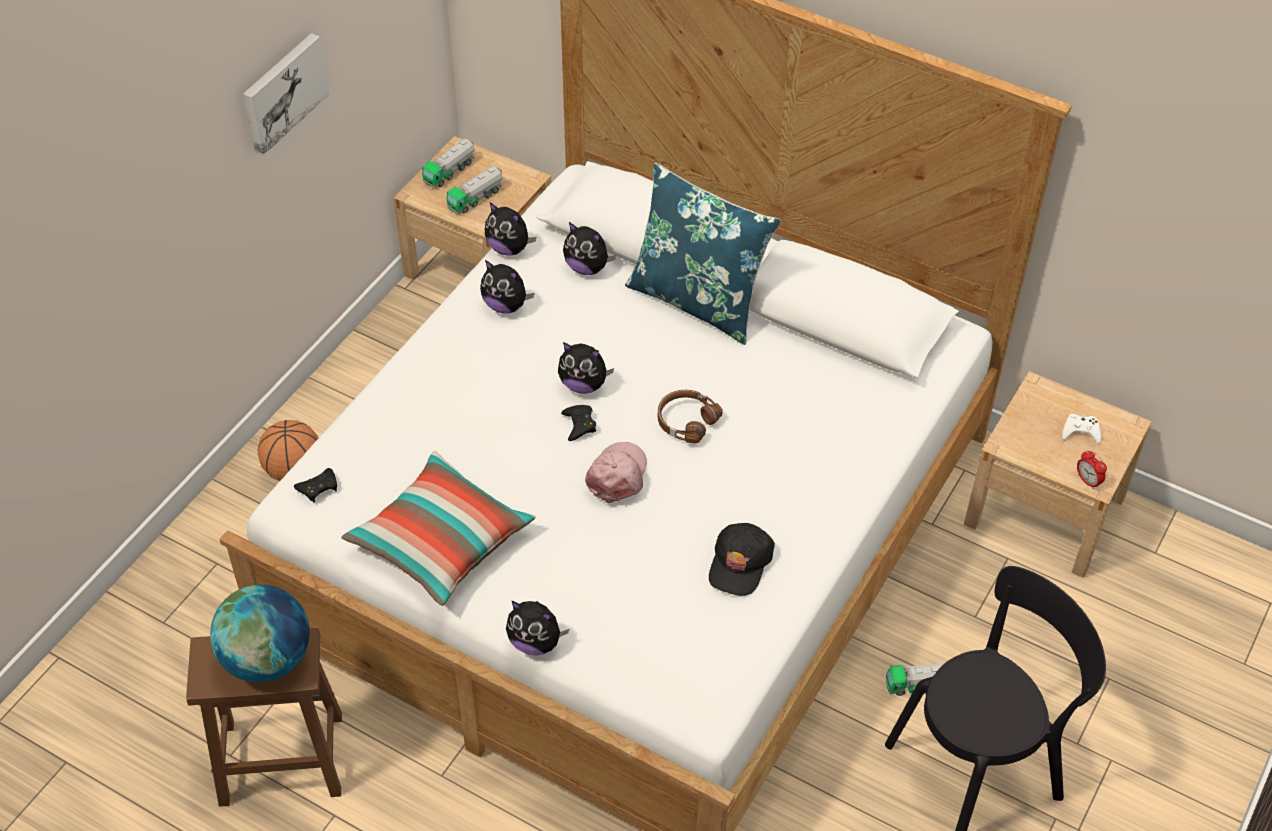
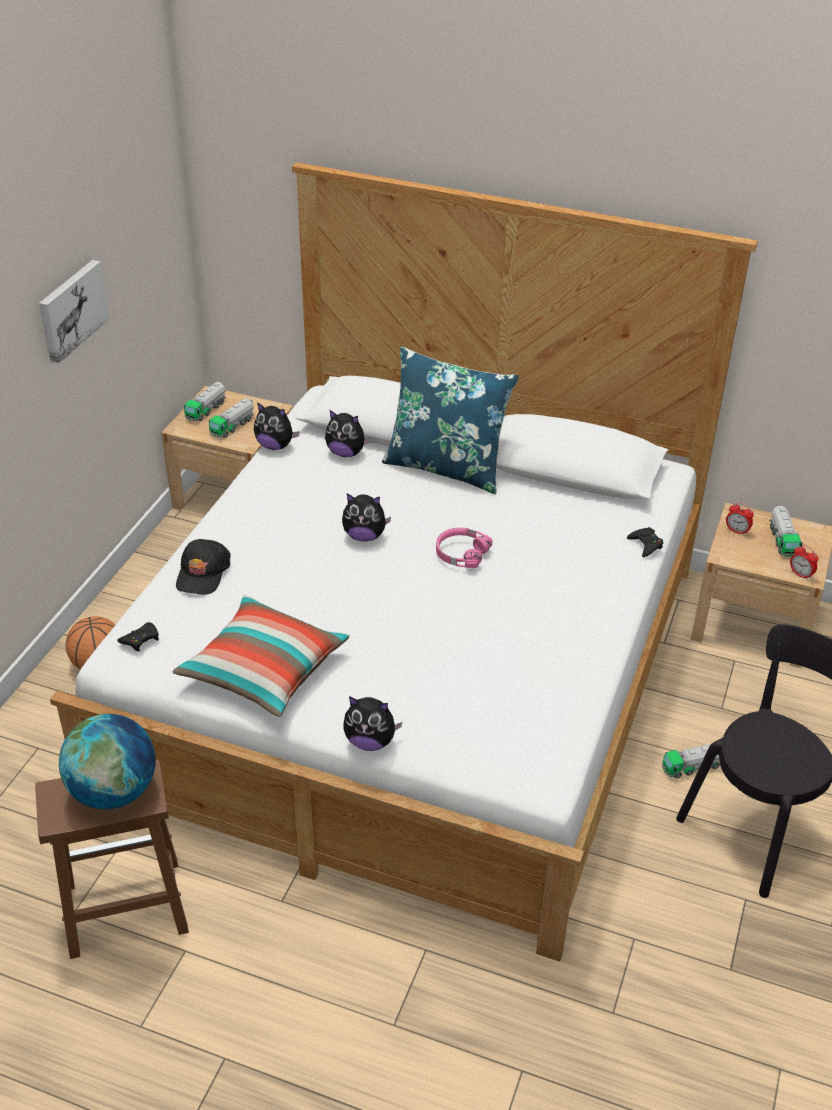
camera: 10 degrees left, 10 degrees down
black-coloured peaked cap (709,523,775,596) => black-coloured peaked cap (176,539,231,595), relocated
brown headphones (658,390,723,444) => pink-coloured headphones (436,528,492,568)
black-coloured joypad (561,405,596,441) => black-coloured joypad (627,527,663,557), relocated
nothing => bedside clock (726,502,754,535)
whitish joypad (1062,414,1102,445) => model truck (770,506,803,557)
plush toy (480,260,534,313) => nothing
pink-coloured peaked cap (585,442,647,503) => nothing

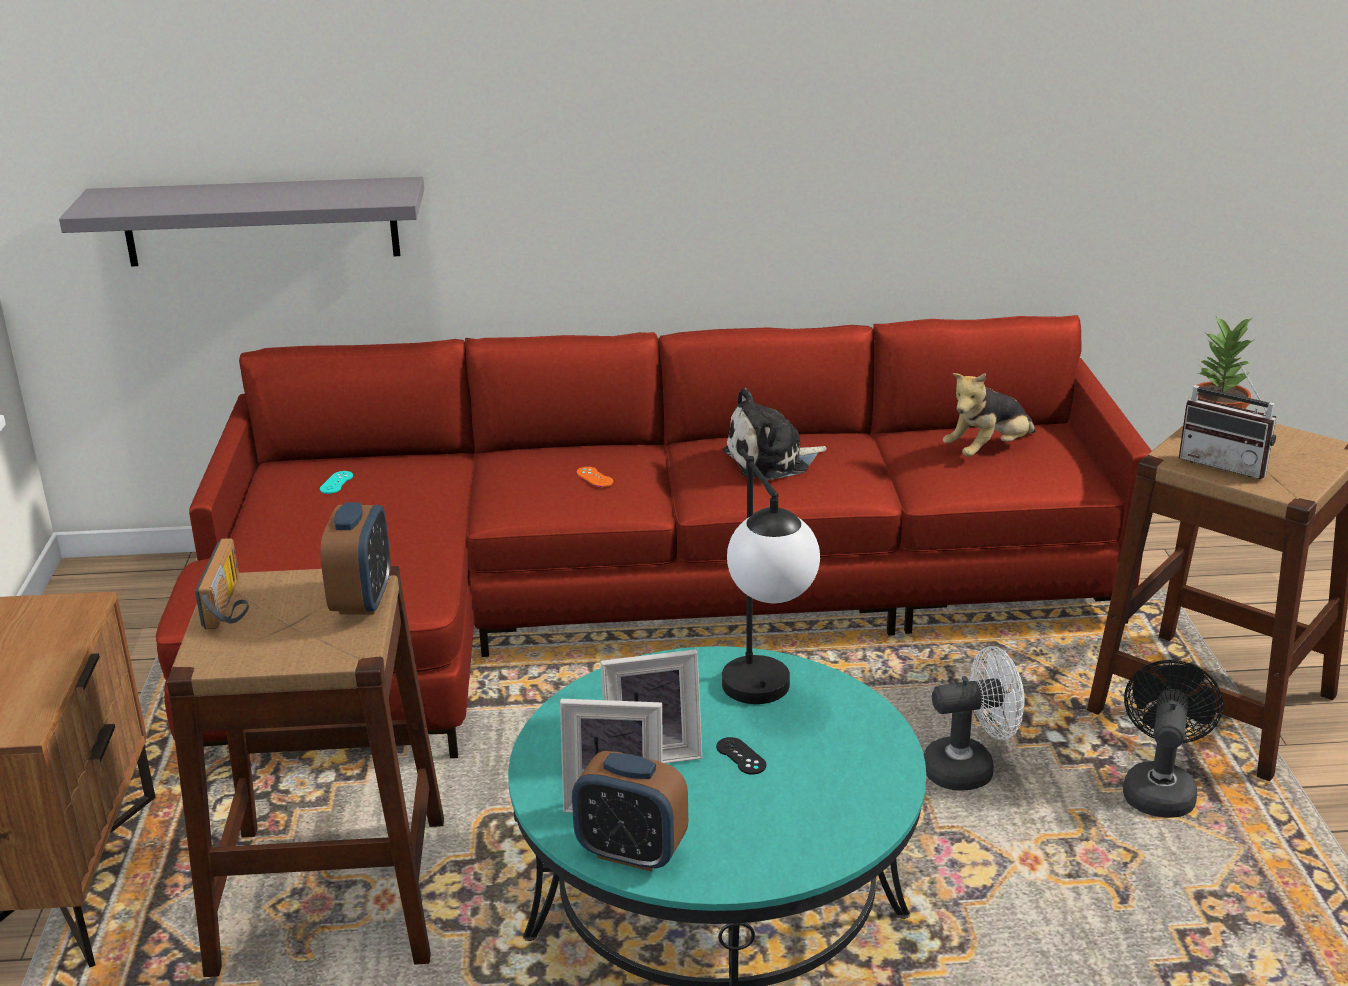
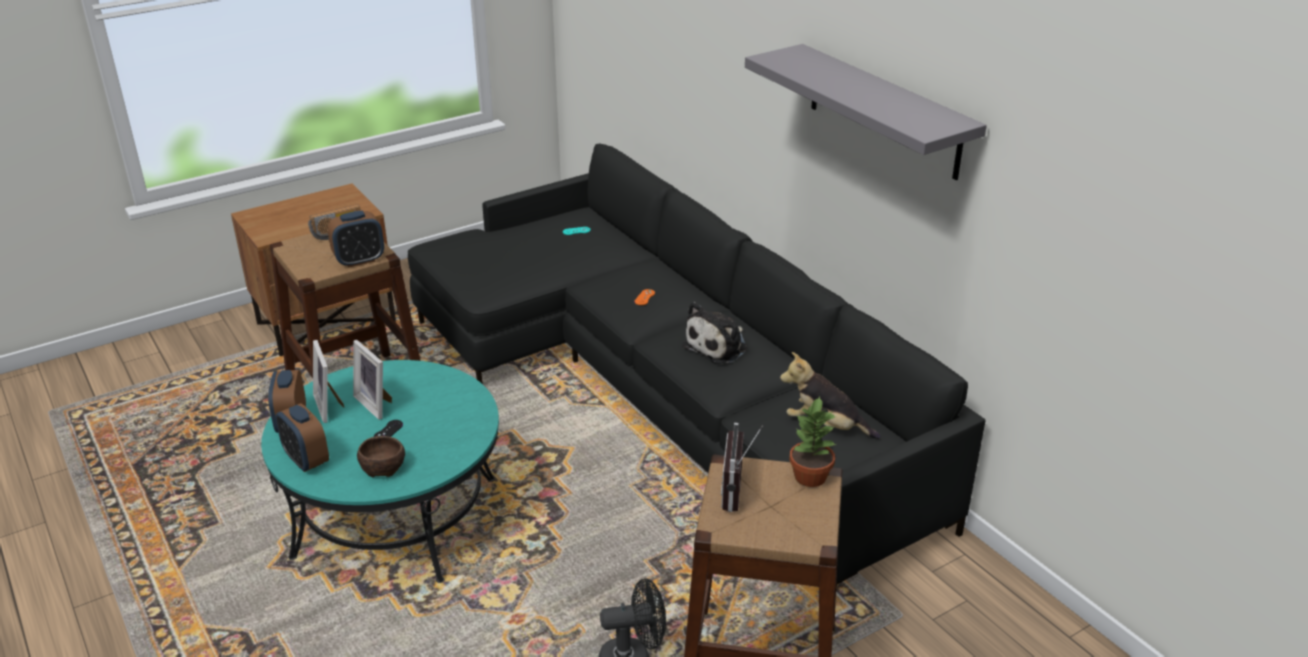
camera: 60 degrees right, 5 degrees up
nothing => bedside clock (276,403,329,472)
nothing => brown bowl (357,436,405,477)
red settee (156,315,1152,758) => black-coloured settee (408,143,986,589)
plush toy (723,388,827,480) => plush toy (682,302,748,364), 90 degrees counterclockwise
greyish wall shelf (59,177,424,267) => greyish wall shelf (745,44,987,180), relocated
lamp for a table (722,449,820,704) => nothing
whitish cooling fan (924,646,1025,791) => nothing

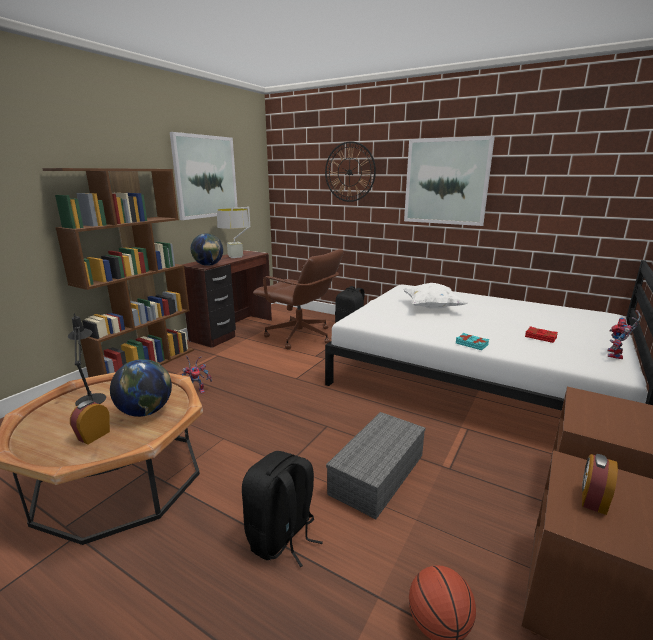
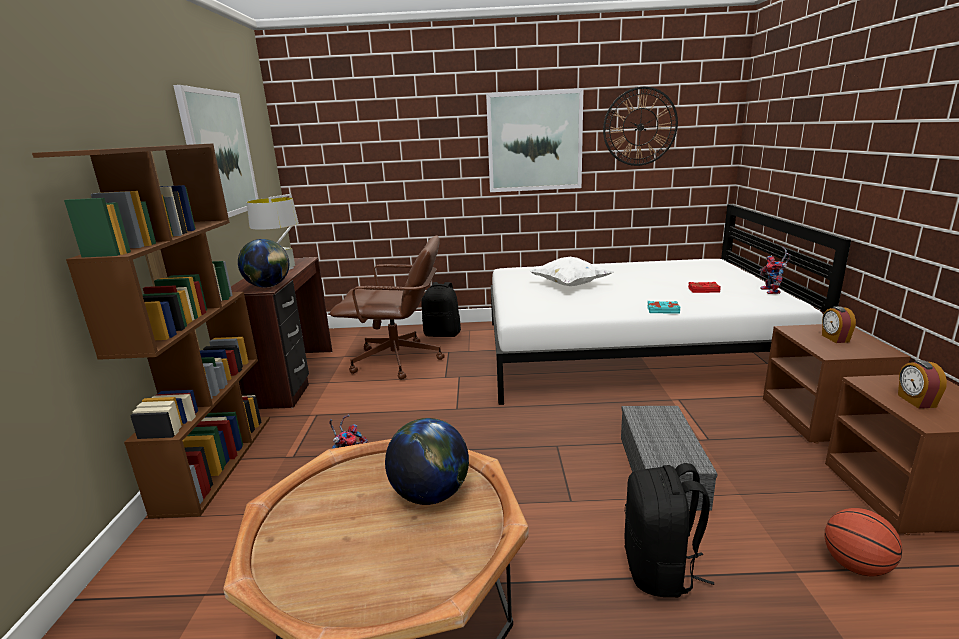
camera: 30 degrees left, 0 degrees up
wall clock (325,141,376,202) => wall clock (603,87,678,166), relocated
bedside clock (70,400,110,445) => bedside clock (822,306,856,343), relocated
black-coloured lamp for a table (68,313,106,406) => nothing

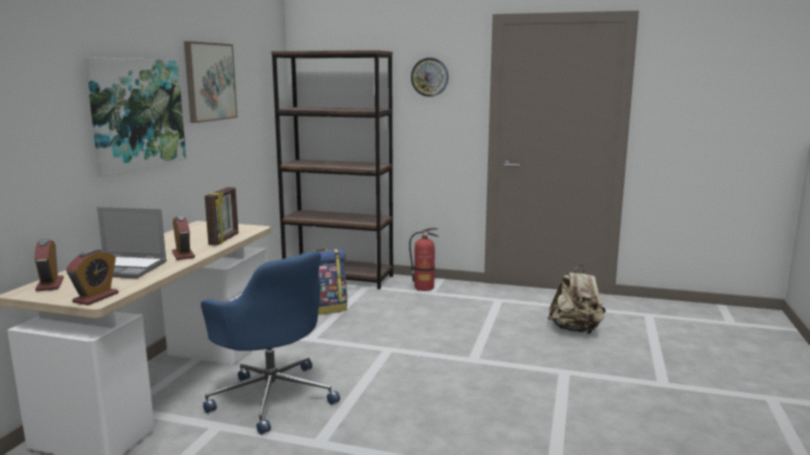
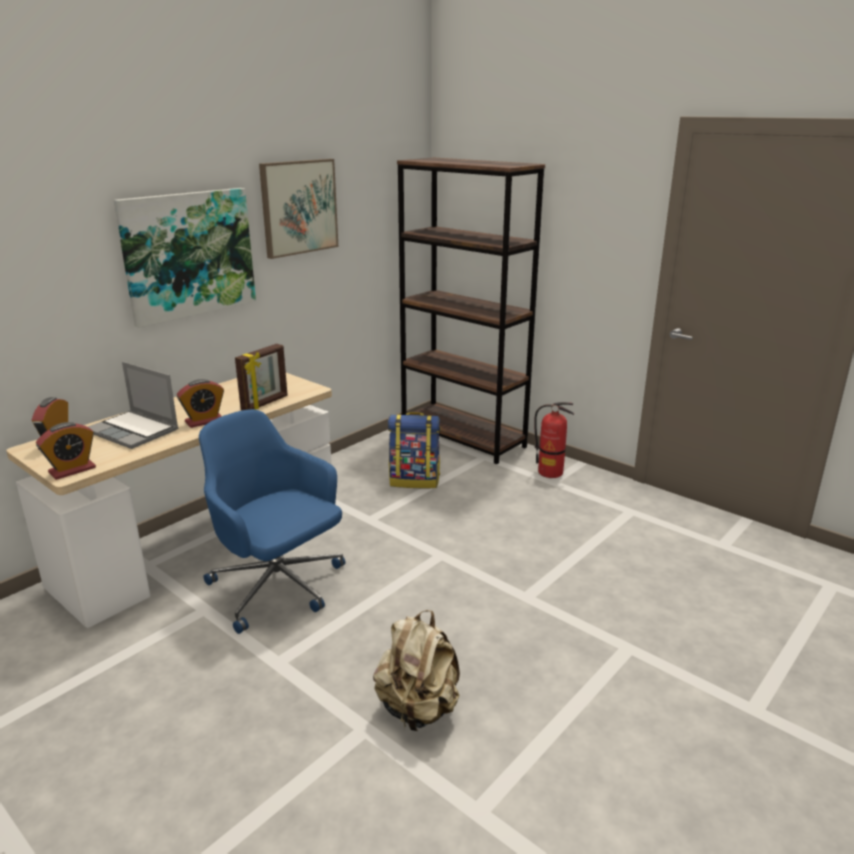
camera: 25 degrees right, 10 degrees up
bedside clock (172,215,195,260) => bedside clock (177,379,224,428), 60 degrees clockwise
blue computer chair (201,251,340,435) => blue computer chair (199,409,345,634), 150 degrees clockwise
beige knapsack (548,265,606,334) => beige knapsack (373,610,460,731), relocated
wall clock (411,58,449,97) => nothing

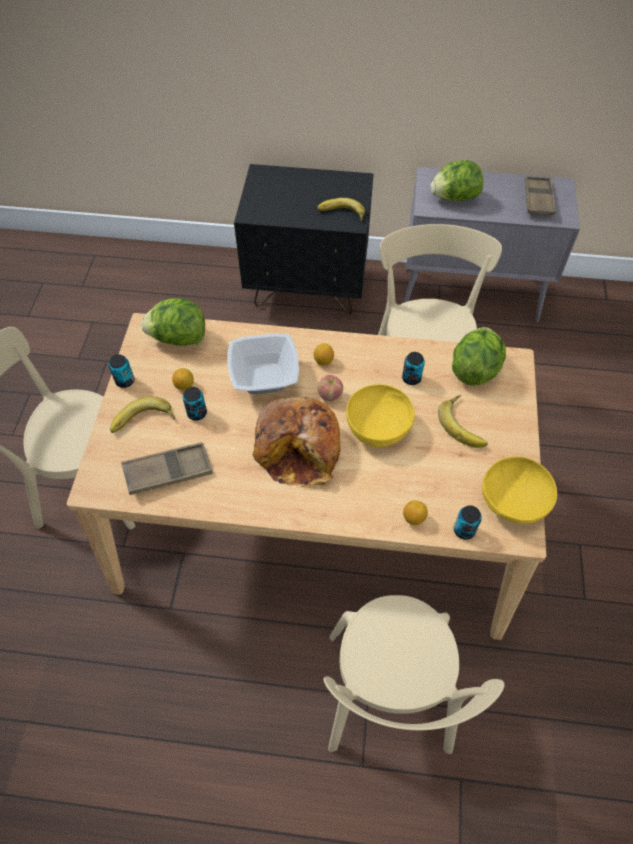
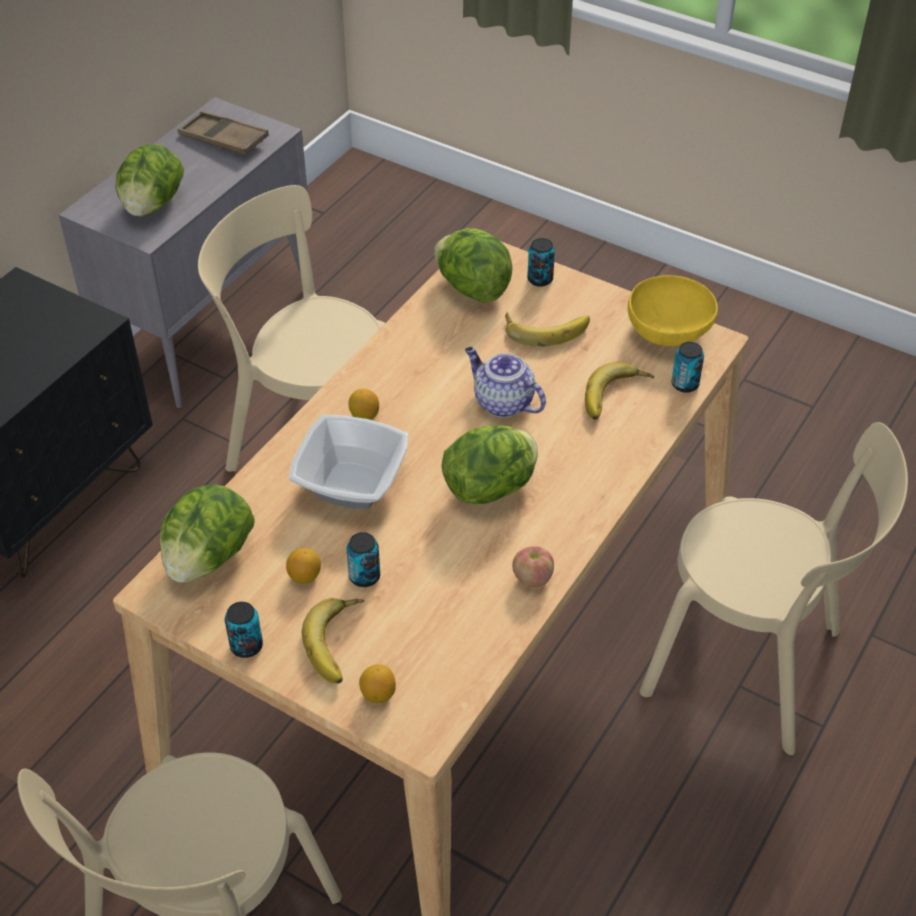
camera: 65 degrees left, 10 degrees down
lemon (403,500,428,525) => lemon (359,664,396,703), relocated
bread (253,397,341,488) => lettuce (441,425,538,504)
yellowish bowl (346,384,415,447) => teapot (465,347,546,417)
apple fruit (318,375,343,401) => apple fruit (512,546,554,588), relocated
sealed can (402,352,425,385) => sealed can (527,238,555,287), relocated
banana (317,198,365,221) => banana (585,361,654,420), relocated
brown serving tray (121,442,212,495) => nothing

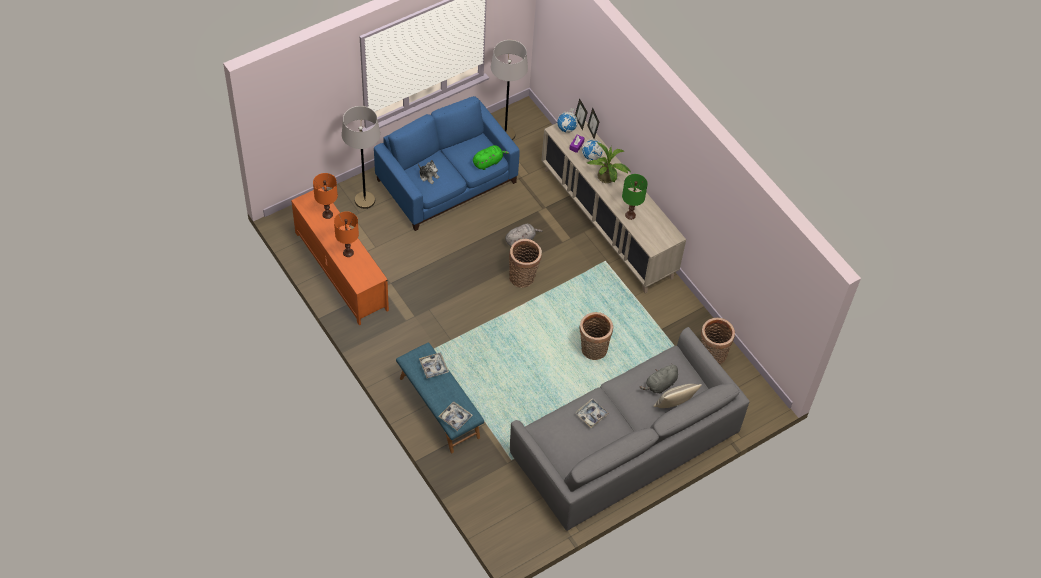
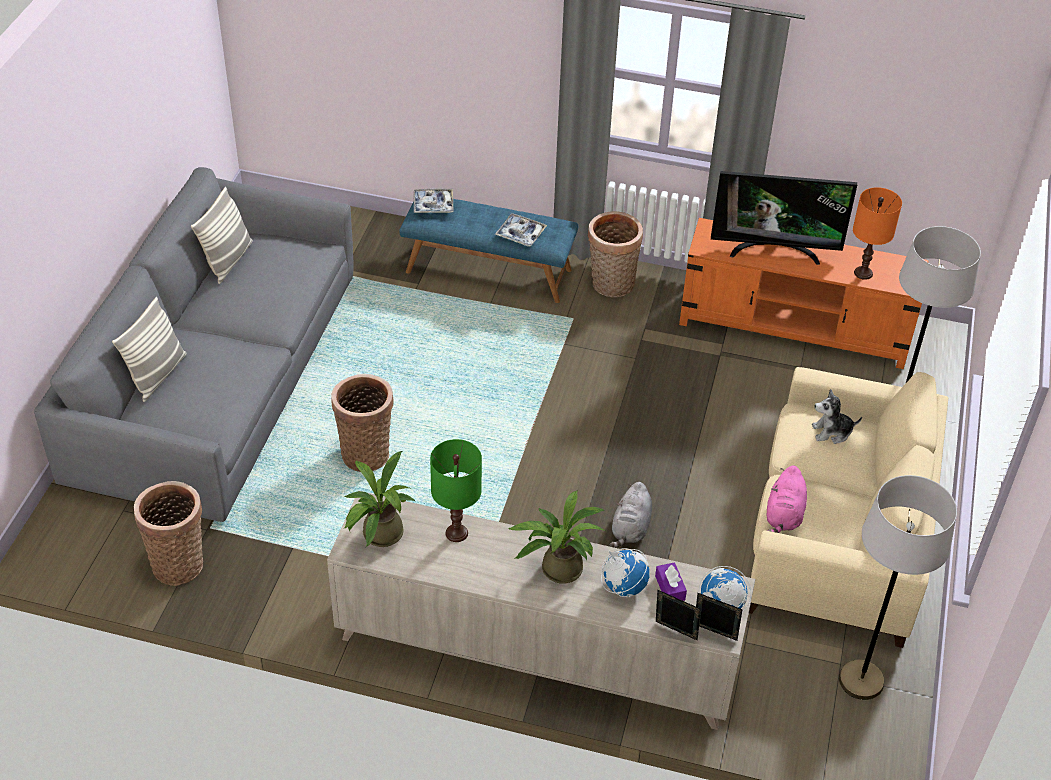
camera: 140 degrees right, 10 degrees down
nothing => cushion (191,187,253,284)
nothing => potted plant (343,451,415,547)
storage basket (509,239,542,288) => storage basket (588,211,643,298), relocated
orange-coloured lamp for a table (334,211,359,257) => TV set (711,171,857,265)
blue settee (374,96,520,231) => beige settee (749,367,948,648)
green plush toy (473,145,509,170) => pink-coloured plush toy (767,465,807,533)
serving tray (575,398,609,428) => nothing
greyish plush toy (640,363,678,393) => nothing

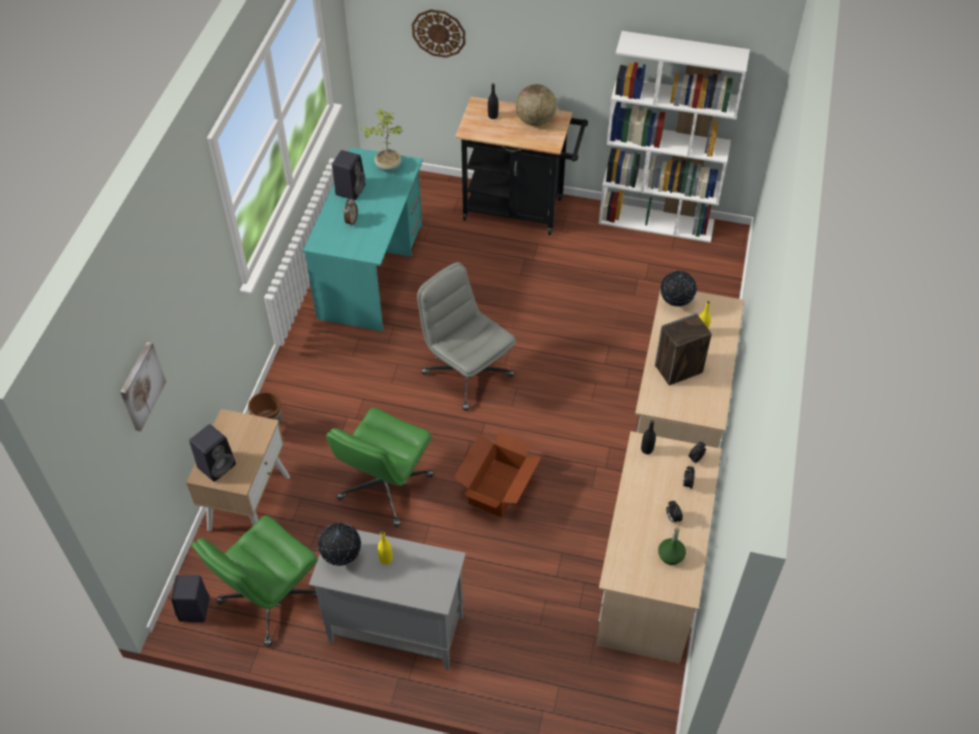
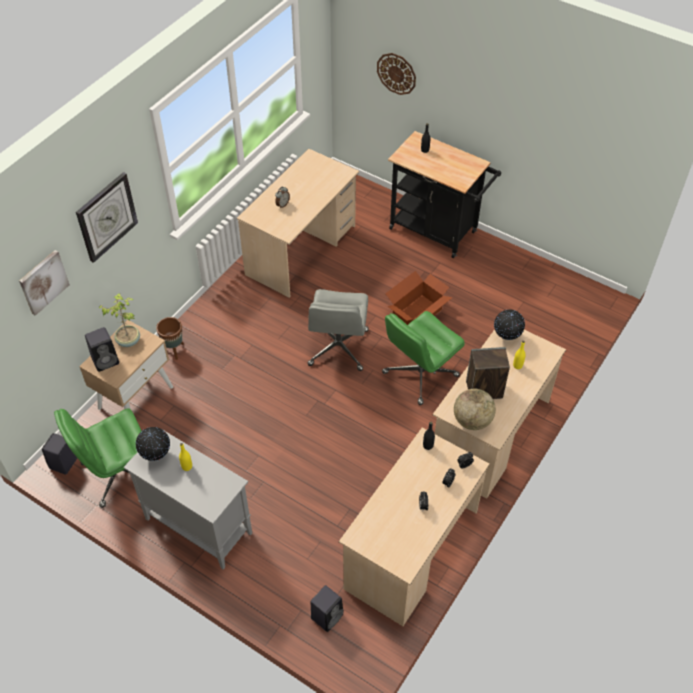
camera: 20 degrees right, 0 degrees up
nothing => wall clock (76,172,138,263)
potted plant (361,109,403,172) => potted plant (99,293,140,347), relocated
blue-green desk unit (303,147,423,331) => beige desk unit (237,149,359,298)
greyish computer chair (417,262,516,411) => greyish computer chair (307,289,369,371), 150 degrees counterclockwise
black-coloured audio speaker (332,150,365,200) => black-coloured audio speaker (310,585,344,632), relocated
green computer chair (326,408,434,527) => green computer chair (382,311,465,405), relocated
cardboard box (454,431,541,517) => cardboard box (385,271,453,325), relocated
desk globe (516,84,557,126) => desk globe (454,389,496,430), relocated
whitish shelving unit (598,31,750,243) => nothing
green drink bottle (658,528,686,565) => nothing

